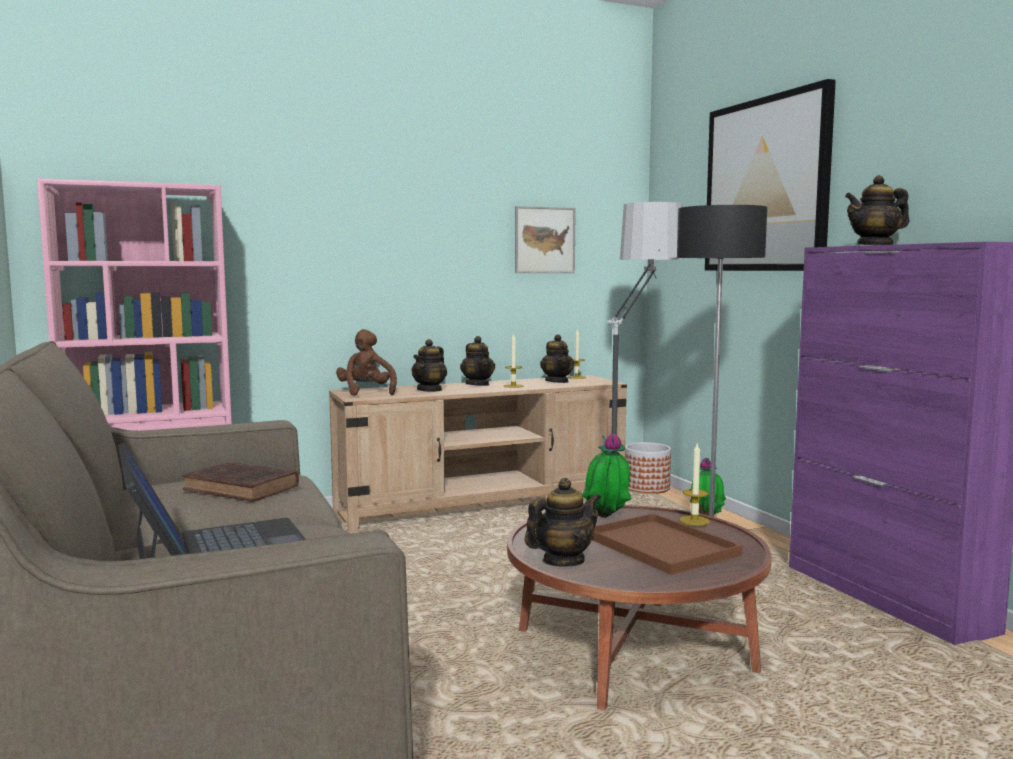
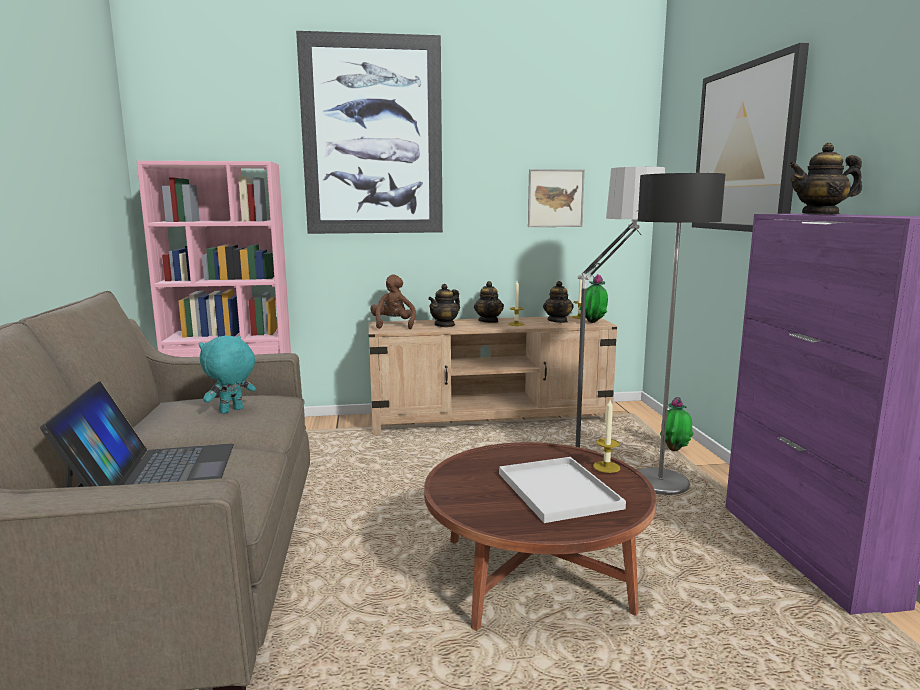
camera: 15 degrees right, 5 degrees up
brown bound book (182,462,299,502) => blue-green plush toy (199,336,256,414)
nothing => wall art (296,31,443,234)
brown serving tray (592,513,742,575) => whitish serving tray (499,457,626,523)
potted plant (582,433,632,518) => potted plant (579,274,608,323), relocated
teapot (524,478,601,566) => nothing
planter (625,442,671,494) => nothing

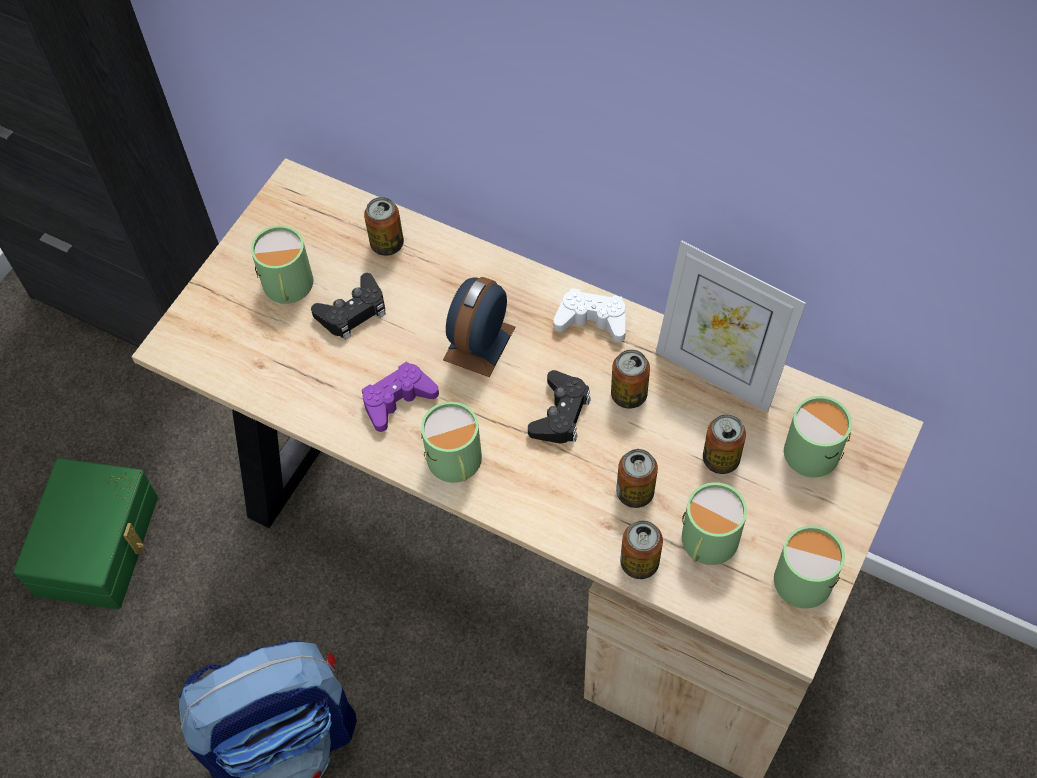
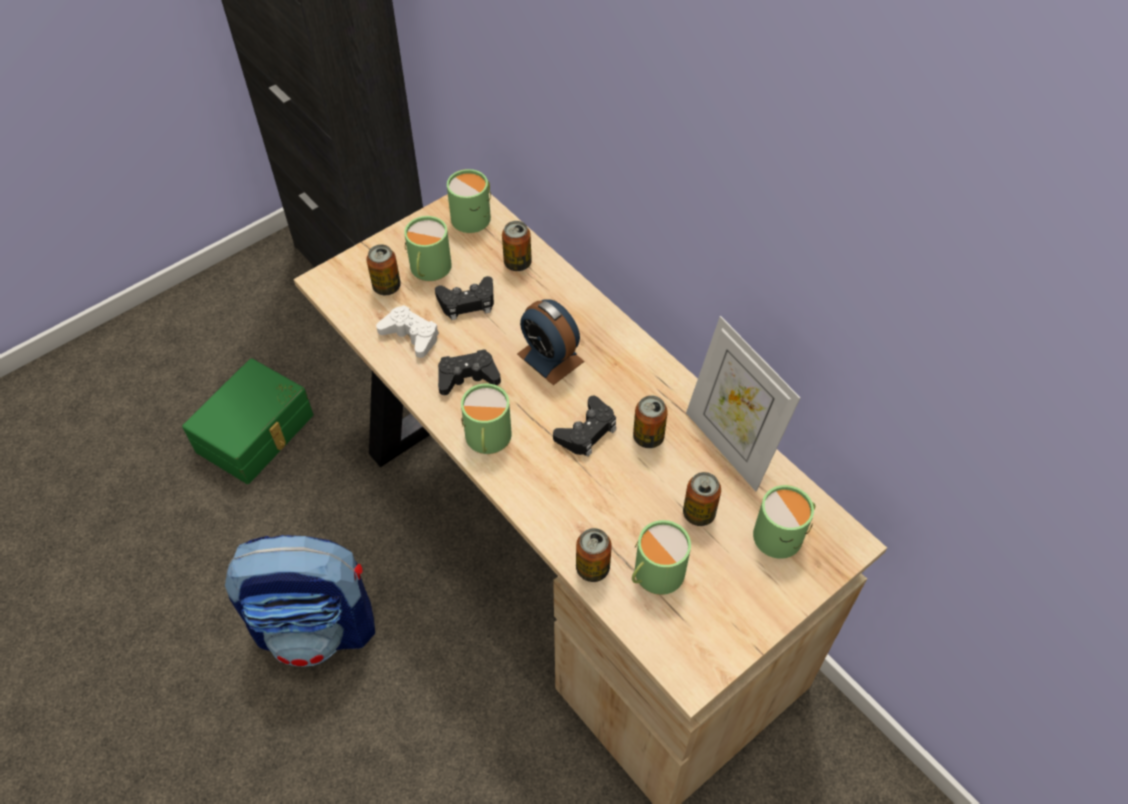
camera: 20 degrees right, 5 degrees down
sealed can (616,449,658,508) => sealed can (366,245,401,295), relocated
whitish joypad (553,288,626,342) => whitish joypad (376,305,439,358), relocated
purple joypad (362,362,439,432) => black-coloured joypad (438,349,501,395)
green mug (774,525,845,608) => green mug (447,169,491,233), relocated
bedside clock (443,277,515,377) => bedside clock (517,299,584,385), 90 degrees counterclockwise

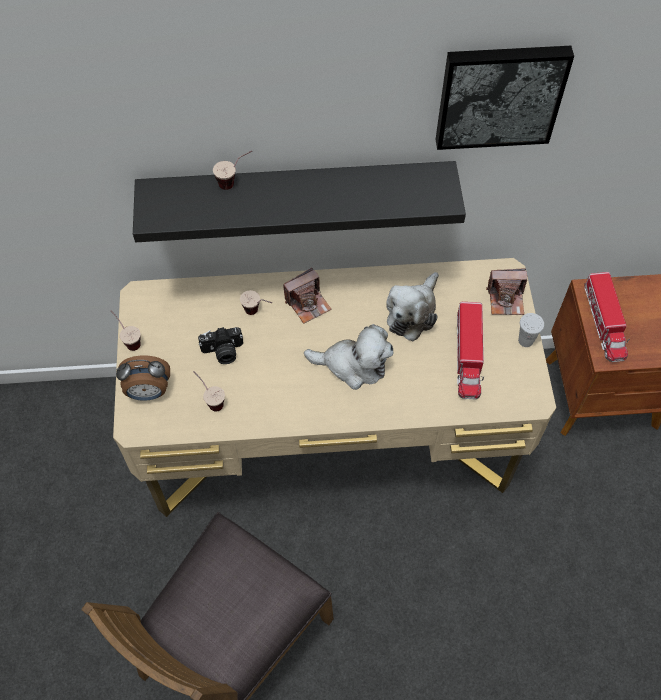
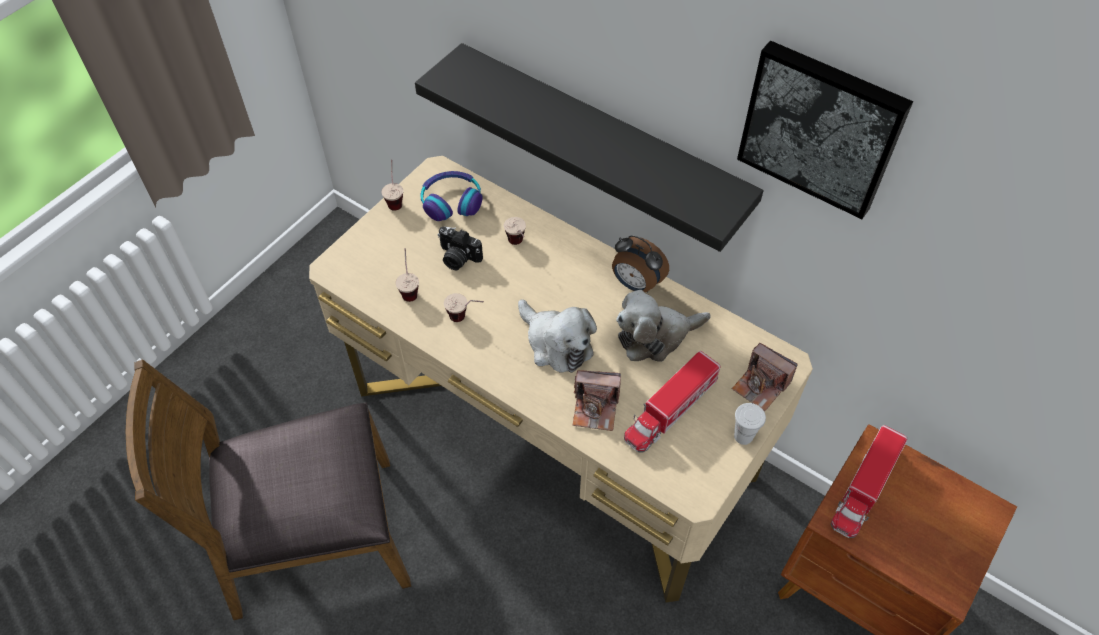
camera: 40 degrees right, 5 degrees down
nothing => headphones (420,171,483,221)
cup (213,150,252,190) => cup (444,293,484,322), relocated
photo camera (283,268,331,324) => photo camera (573,370,621,431), relocated
bedside clock (116,356,170,401) => bedside clock (612,235,669,293), relocated

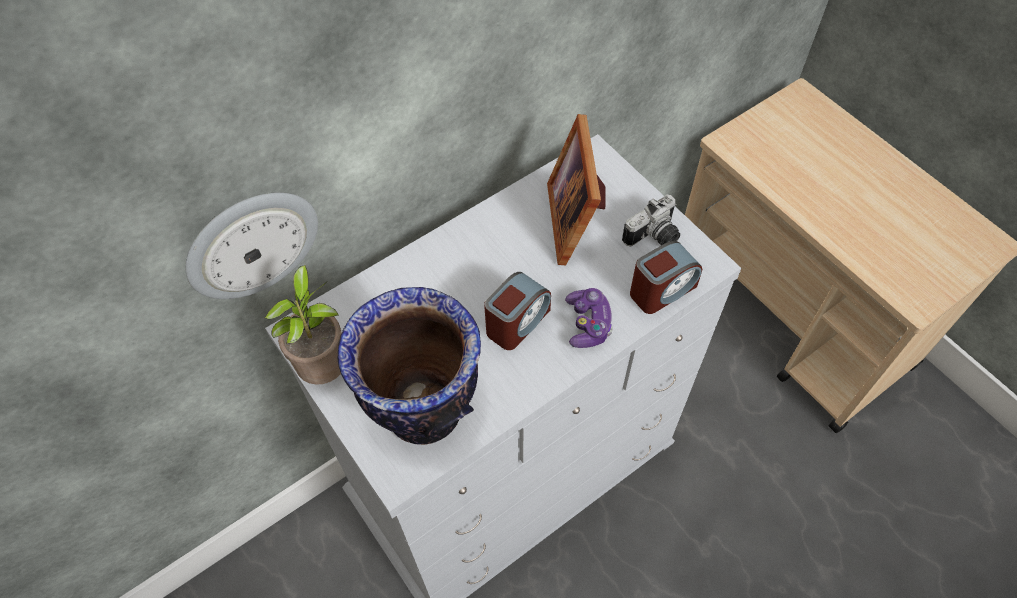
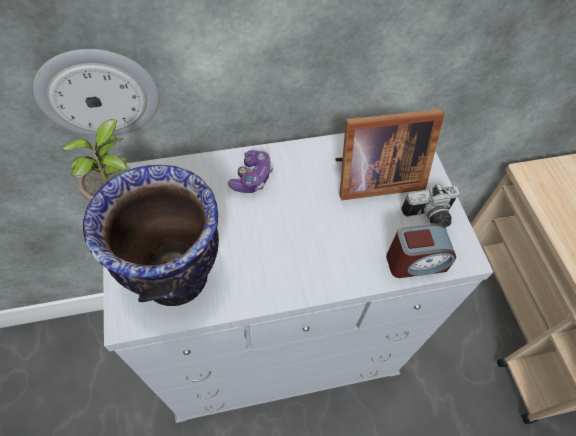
camera: 20 degrees right, 0 degrees up
joypad (565,288,613,348) => joypad (228,150,273,193), relocated
photo frame (547,114,606,265) => photo frame (335,109,445,200), 120 degrees counterclockwise
bedside clock (484,272,551,350) => nothing

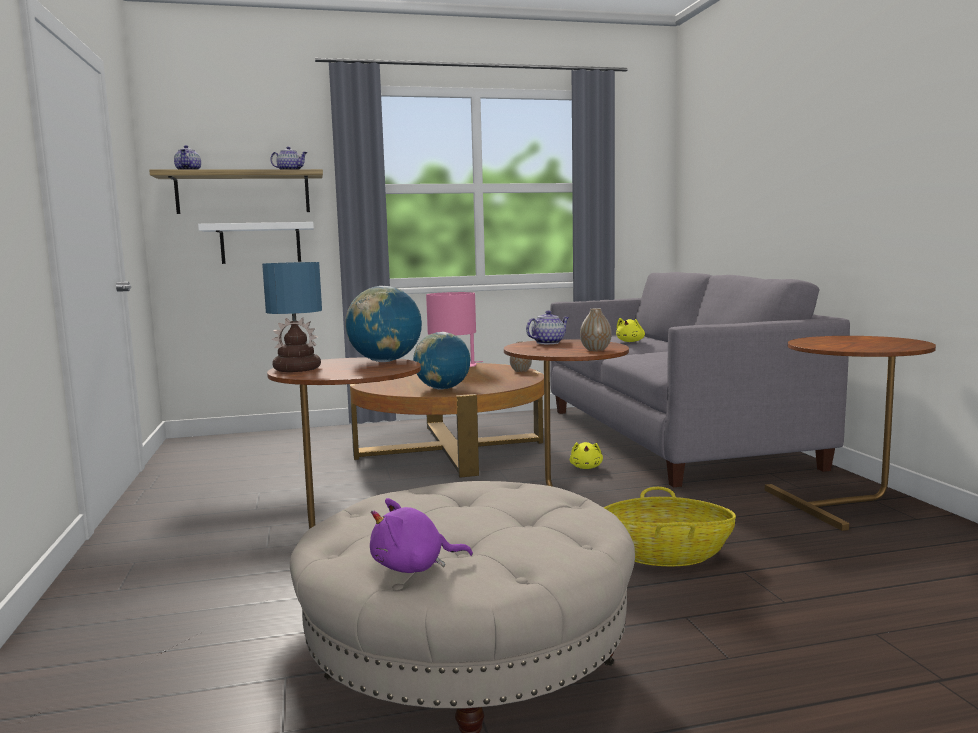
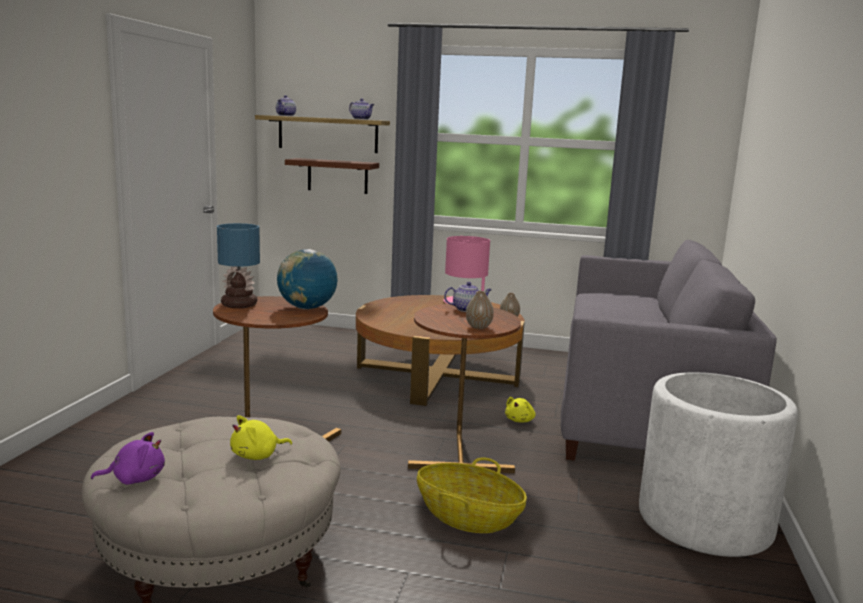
camera: 25 degrees right, 5 degrees up
purple plush toy (370,498,473,573) => purple plush toy (91,432,165,485), 150 degrees clockwise
yellowish plush toy (616,318,645,342) => yellowish plush toy (230,415,292,460), relocated
whitish wall shelf (198,222,314,264) => brown wall shelf (285,158,379,194)
brown side table (765,336,936,531) => whitish planter (639,372,798,557)
desk globe (413,332,470,390) => nothing

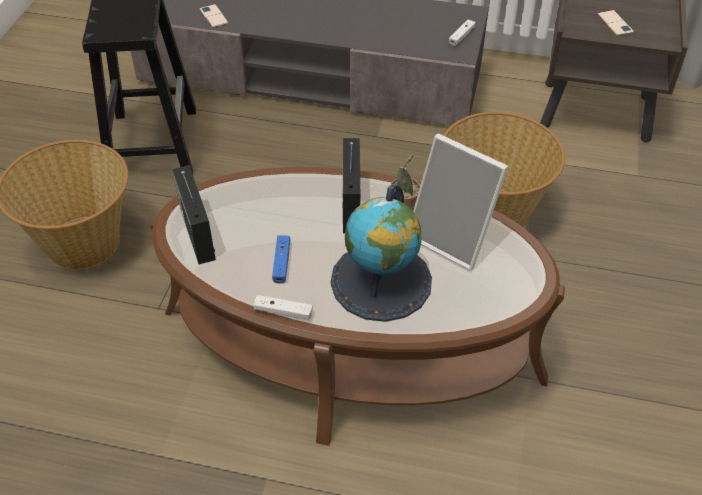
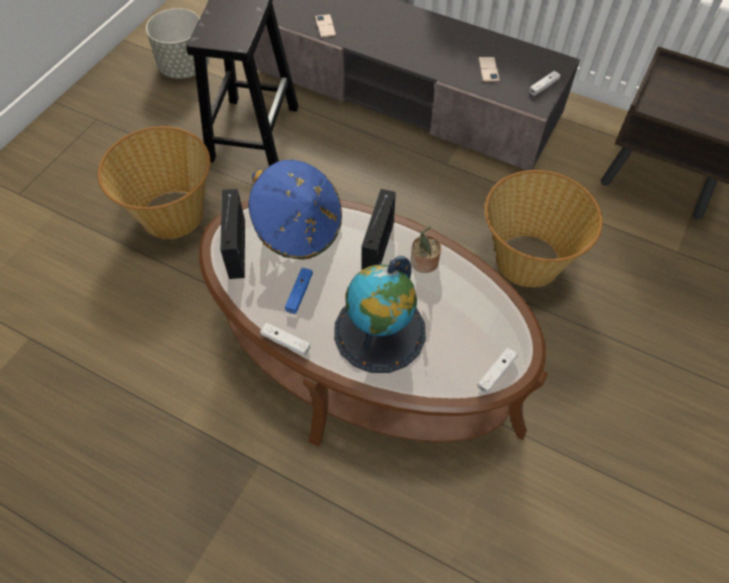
camera: 15 degrees right, 10 degrees up
nothing => greyish planter (146,8,209,79)
nothing => blue clothing hat (248,160,342,259)
nothing => whitish joypad (477,347,518,394)
telephone (597,10,634,36) => telephone (478,57,500,82), relocated
photo frame (413,134,508,270) => nothing

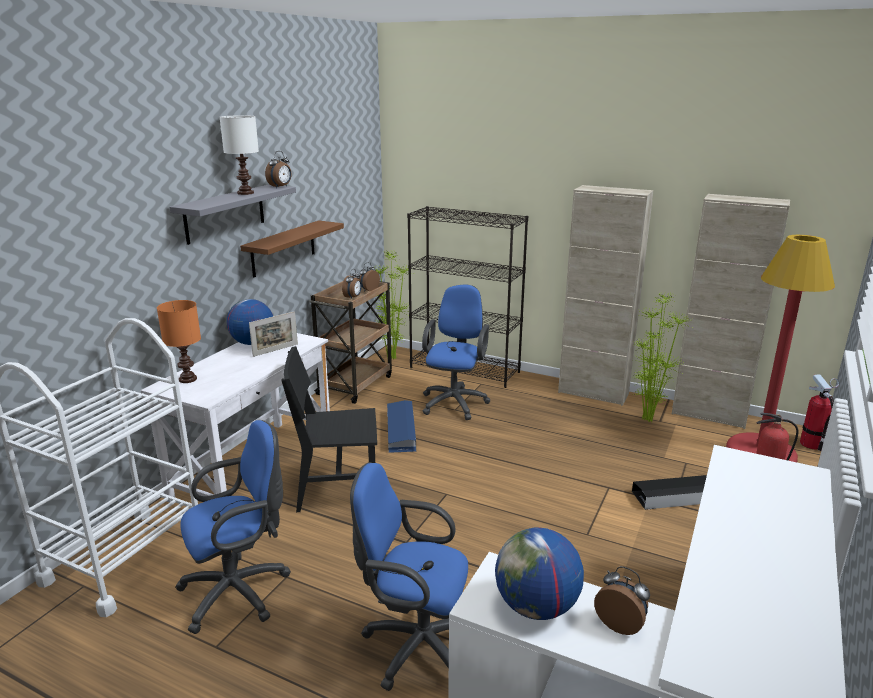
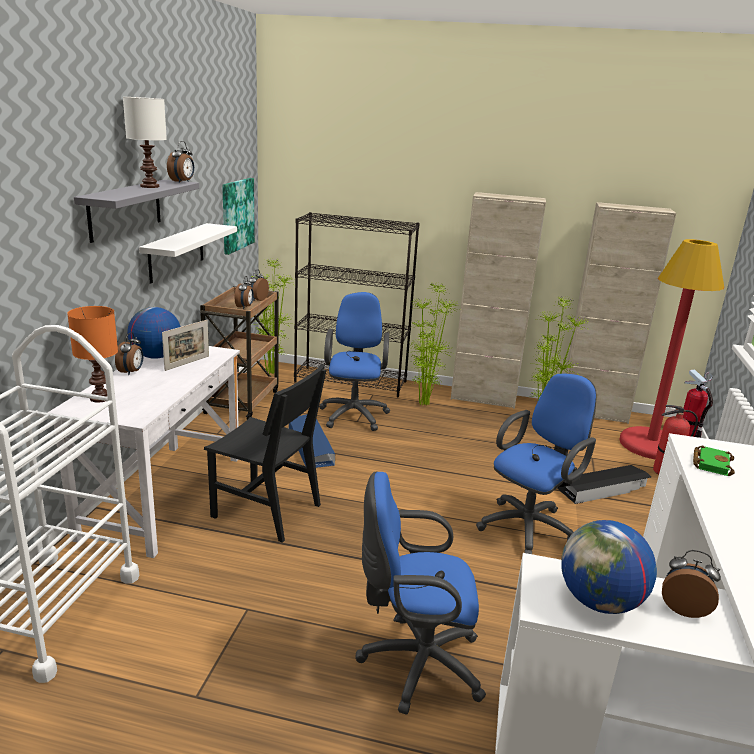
camera: 15 degrees left, 0 degrees up
nothing => bedside clock (115,332,143,375)
brown wall shelf (240,220,344,277) => whitish wall shelf (139,223,237,284)
black-coloured chair (281,346,377,512) => black-coloured chair (204,364,326,543), 135 degrees counterclockwise
nothing => wall art (222,178,255,255)
nothing => potted plant (407,282,459,405)
blue computer chair (175,420,291,634) => blue computer chair (476,374,597,554), relocated
nothing => green bound book (693,445,735,476)

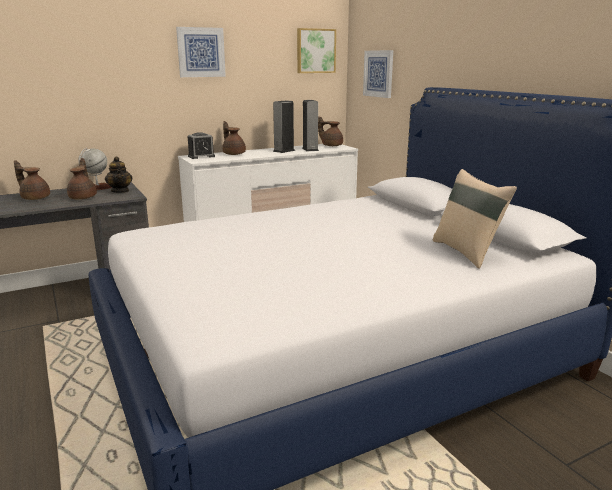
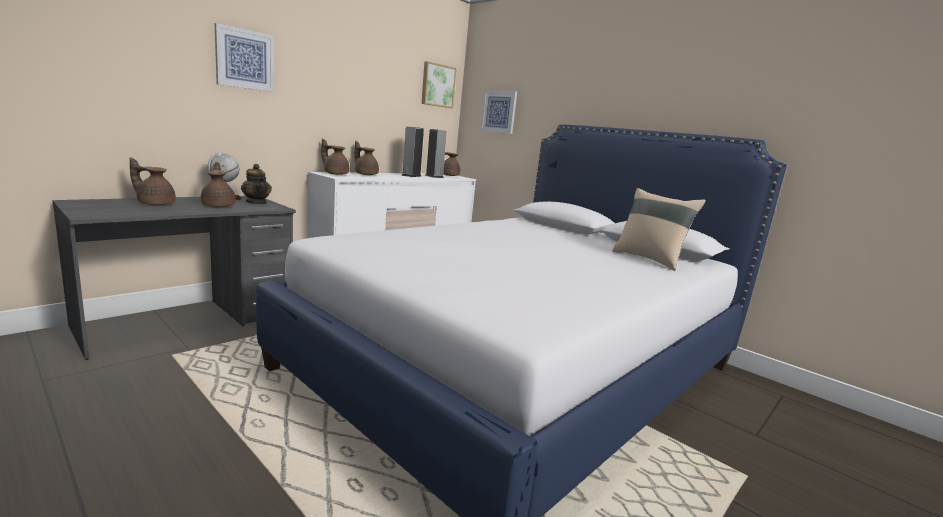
camera: 20 degrees left, 5 degrees down
wall art (176,27,226,77) => wall art (215,23,274,92), relocated
bedside clock (188,132,215,159) => brown teapot (321,139,349,175)

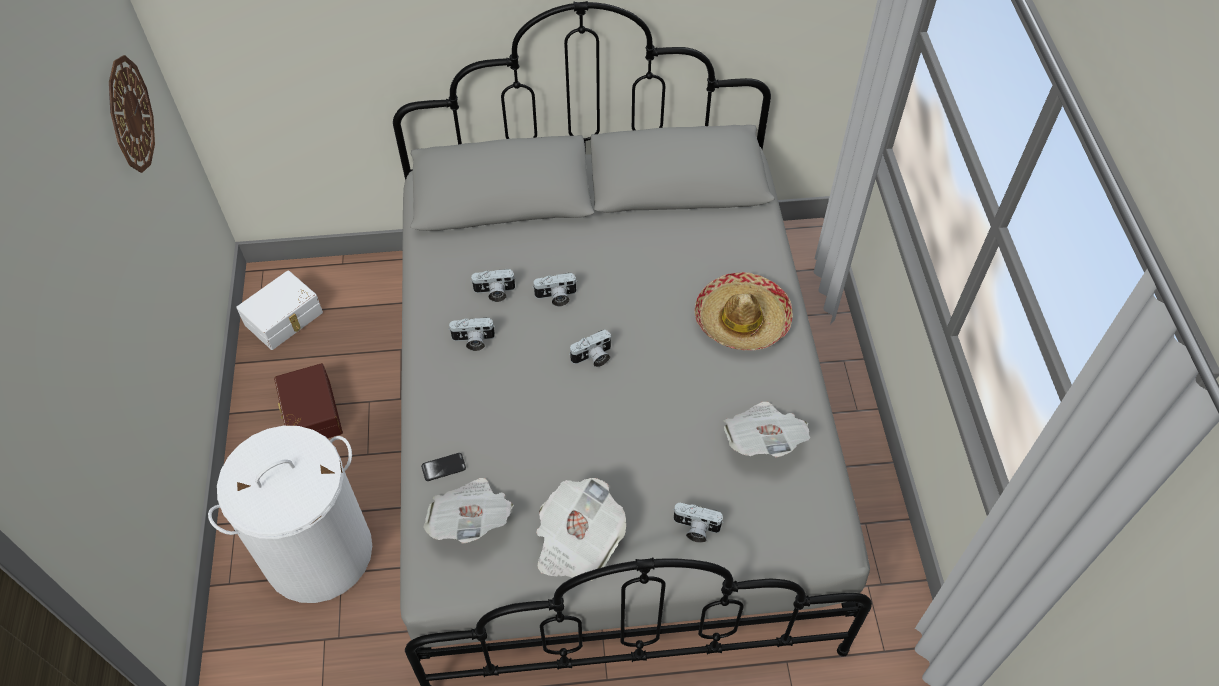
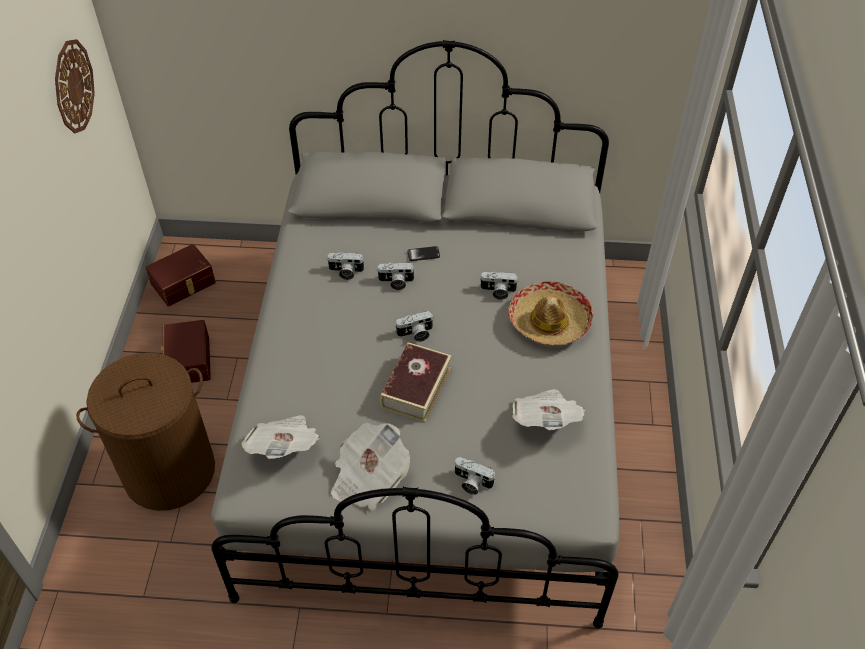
camera: 10 degrees right, 5 degrees down
whitish laundry basket (208,426,372,603) => brown laundry basket (76,353,215,511)
whitish storage container (236,270,323,350) => brown storage container (145,244,216,306)
nothing => bound book (380,342,451,422)
telephone (421,453,466,481) => telephone (407,246,440,261), relocated
photo camera (449,317,495,351) => photo camera (479,271,517,300), relocated

